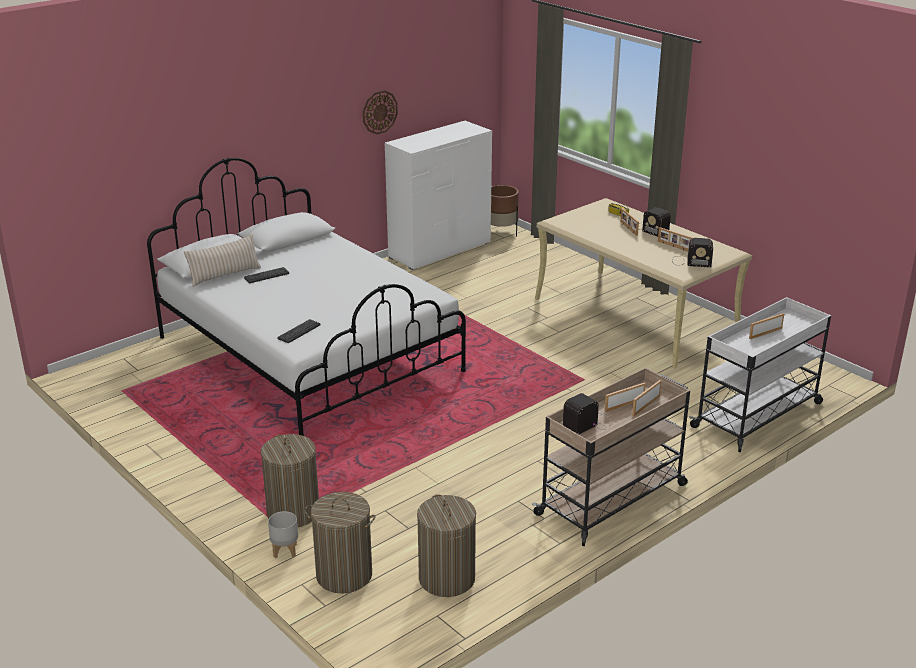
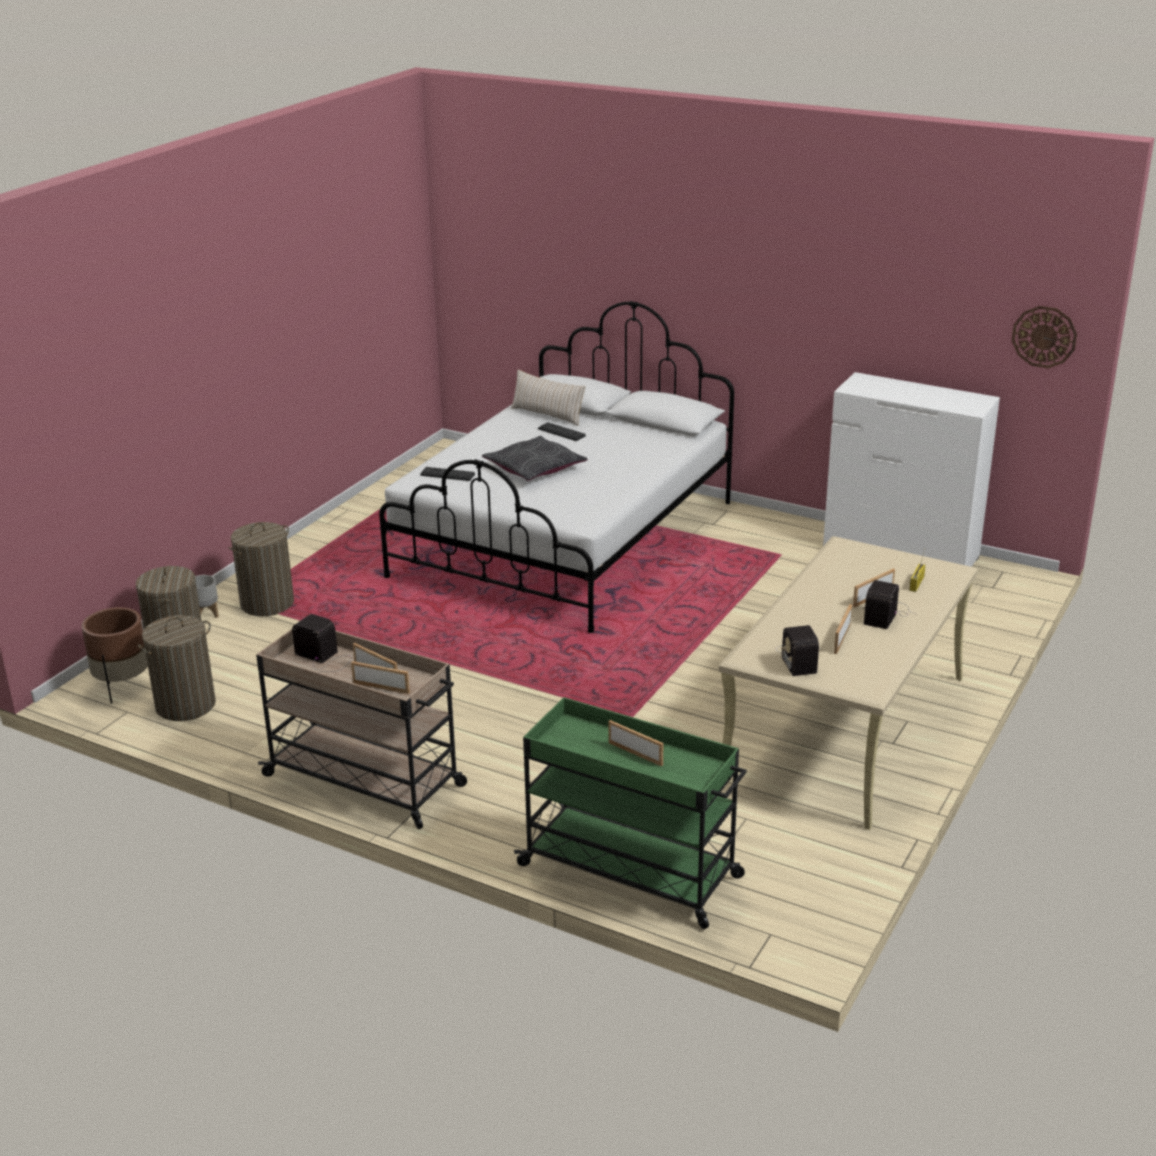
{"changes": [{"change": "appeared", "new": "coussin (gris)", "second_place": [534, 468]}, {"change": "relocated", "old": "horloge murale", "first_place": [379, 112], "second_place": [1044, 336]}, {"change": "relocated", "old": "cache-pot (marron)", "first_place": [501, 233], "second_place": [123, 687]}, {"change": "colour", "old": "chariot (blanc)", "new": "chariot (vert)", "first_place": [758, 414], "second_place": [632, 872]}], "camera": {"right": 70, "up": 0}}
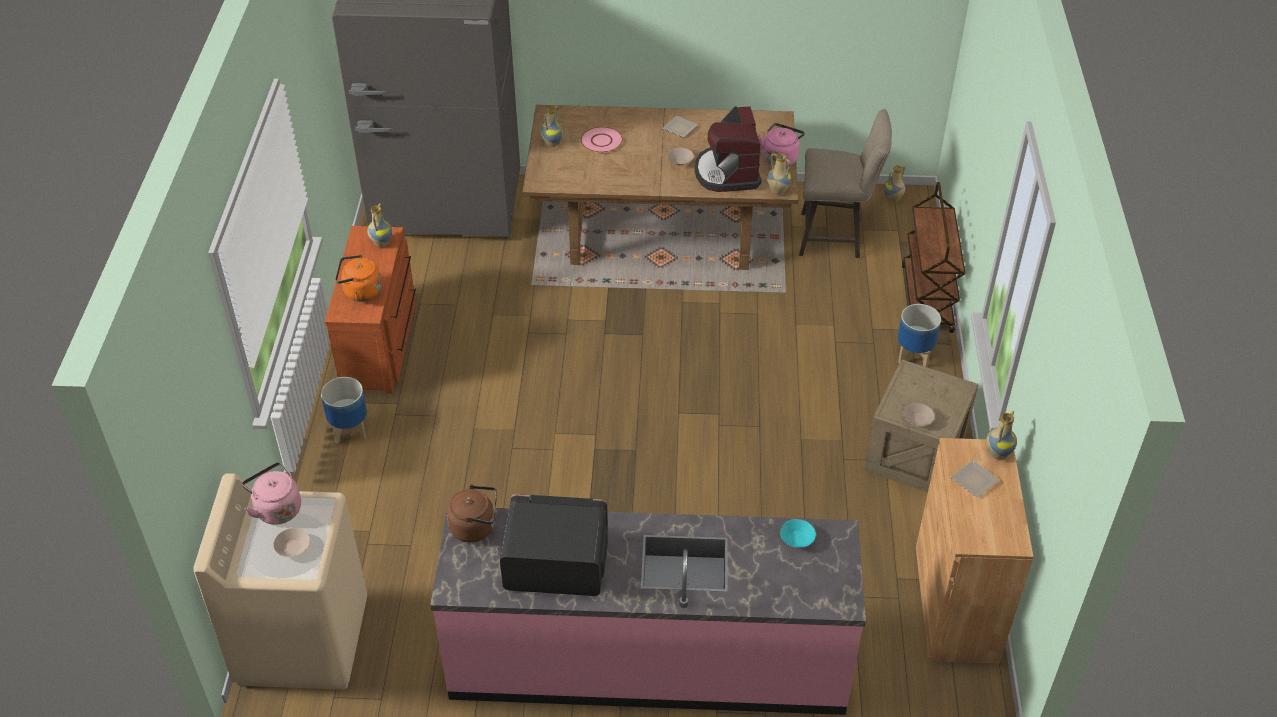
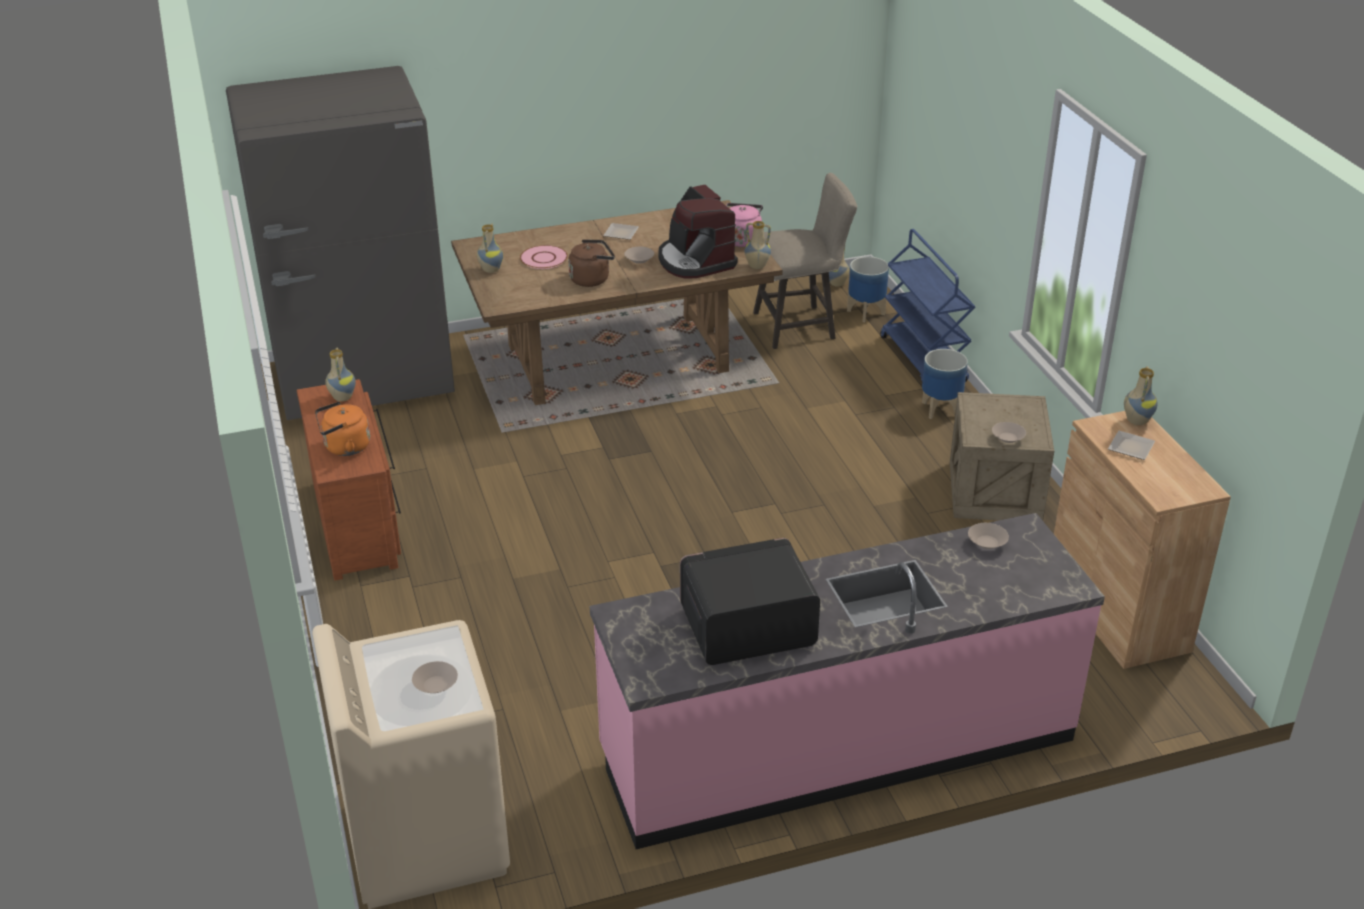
{"changes": [{"change": "missing", "old": "bouilloire (rose)", "first_place": [276, 508]}, {"change": "relocated", "old": "cache-pot", "first_place": [349, 430], "second_place": [865, 313]}, {"change": "relocated", "old": "bouilloire (marron)", "first_place": [476, 527], "second_place": [592, 279]}, {"change": "colour", "old": "bol (turquoise)", "new": "bol (beige)", "first_place": [796, 539], "second_place": [987, 543]}, {"change": "colour", "old": "chariot (marron)", "new": "chariot (bleu)", "first_place": [927, 300], "second_place": [923, 360]}], "camera": {"right": -20, "up": -10}}
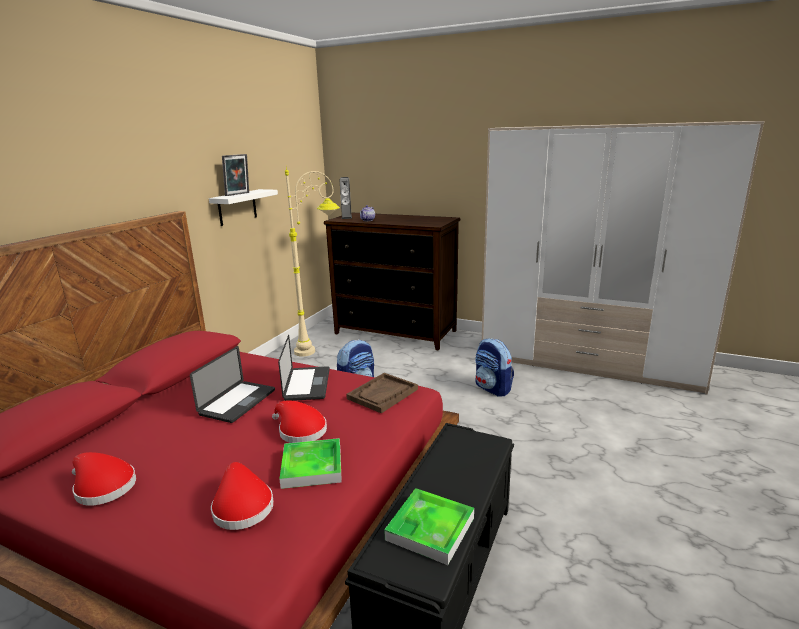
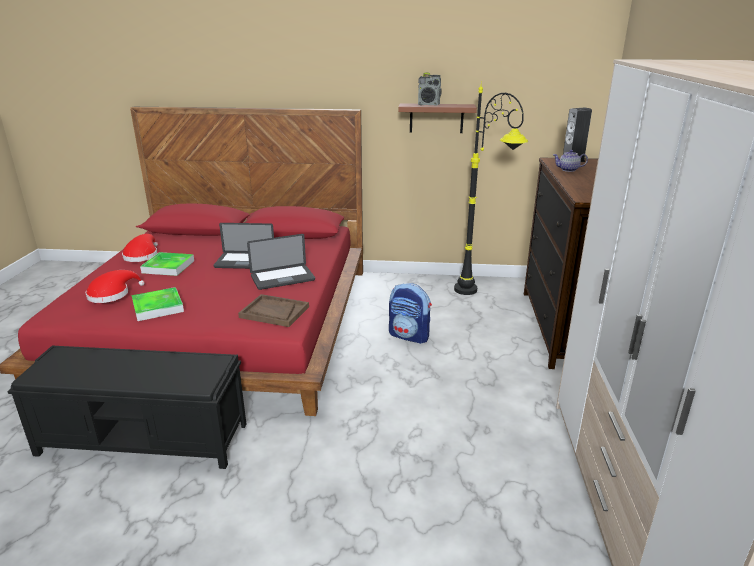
{"changes": [{"change": "missing", "old": "chapeau (rouge)", "first_place": [300, 430]}, {"change": "missing", "old": "sac à dos", "first_place": [493, 388]}, {"change": "relocated", "old": "plateau", "first_place": [430, 529], "second_place": [168, 267]}, {"change": "exchanged", "old": "cadre photo", "new": "radio", "first_place": [238, 194], "second_place": [429, 105]}, {"change": "colour", "old": "étagère (blanc)", "new": "étagère (marron)", "first_place": [237, 207], "second_place": [436, 118]}, {"change": "colour", "old": "lampadaire (beige)", "new": "lampadaire (noir)", "first_place": [322, 348], "second_place": [481, 296]}], "camera": {"right": 70, "up": 5}}
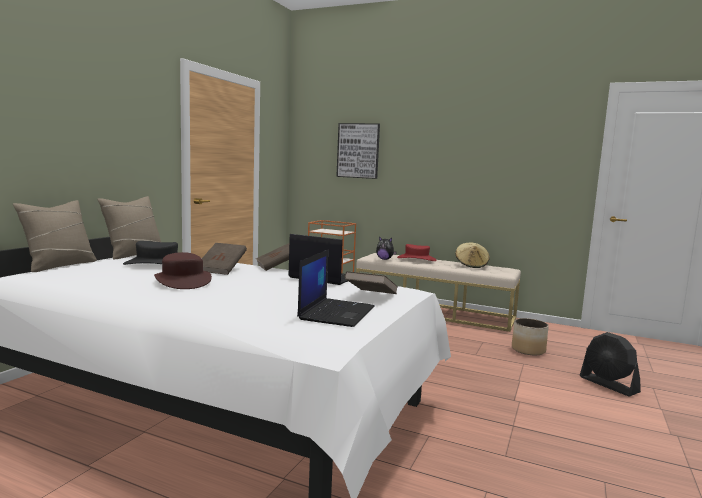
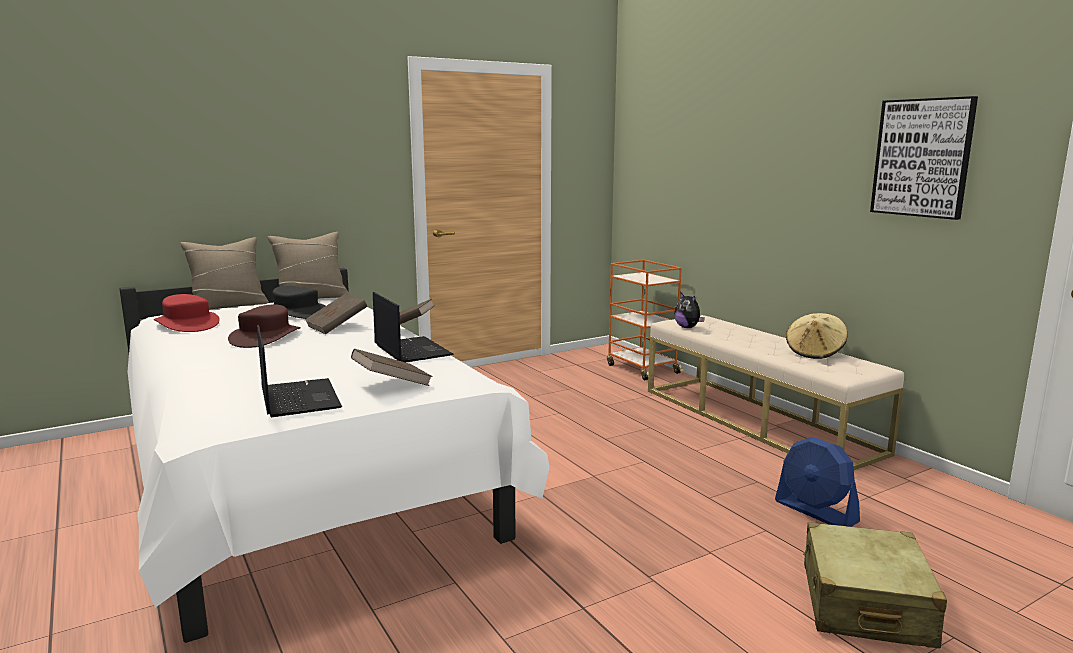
{"changes": [{"change": "relocated", "old": "tableau", "first_place": [358, 150], "second_place": [922, 158]}, {"change": "relocated", "old": "chapeau (rouge)", "first_place": [416, 259], "second_place": [187, 324]}, {"change": "exchanged", "old": "cache-pot", "new": "ventilateur (bleu)", "first_place": [528, 350], "second_place": [816, 512]}, {"change": "exchanged", "old": "ventilateur (noir)", "new": "valise (beige)", "first_place": [608, 385], "second_place": [864, 604]}, {"change": "spun", "old": "ordinateur portable", "first_place": [336, 312], "second_place": [298, 398], "degrees": -75}], "camera": {"right": 35, "up": 5}}
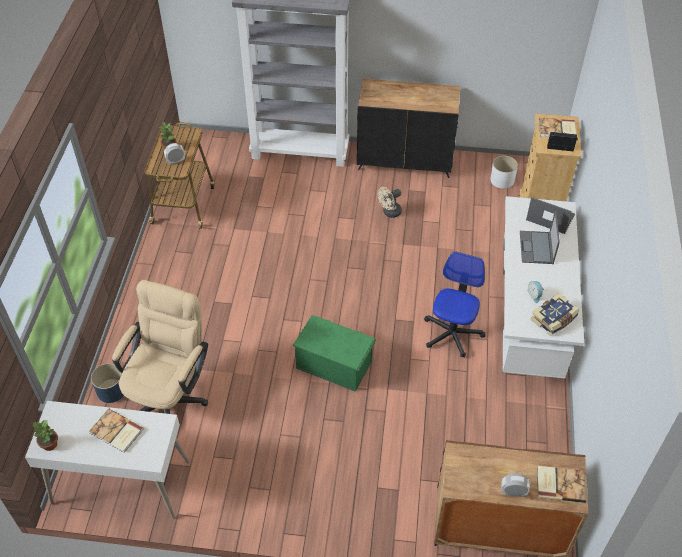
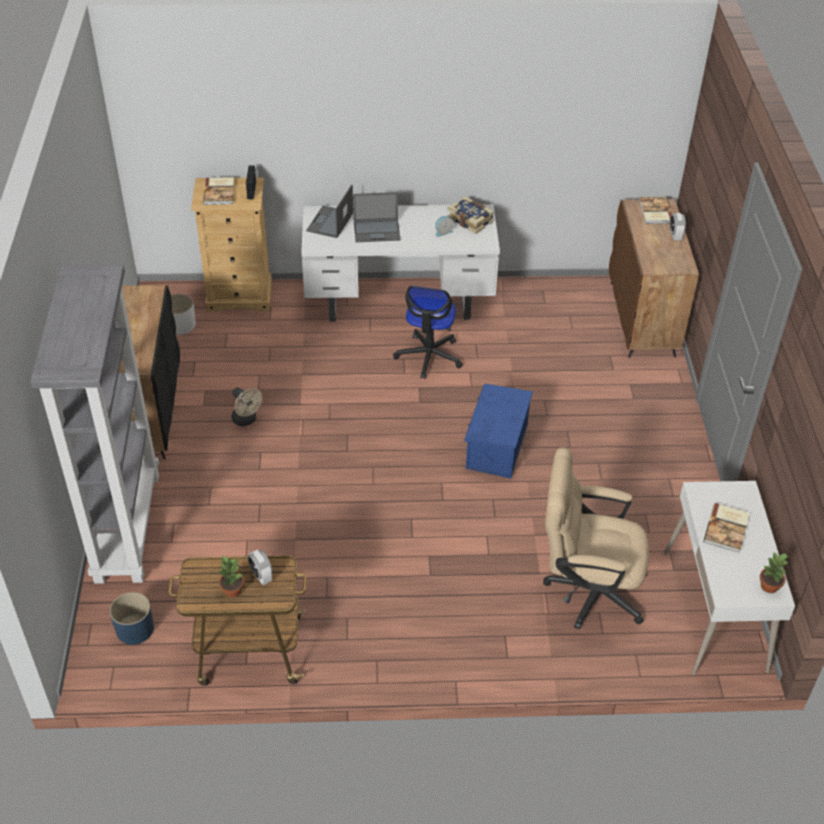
{"changes": [{"change": "relocated", "old": "cache-pot (bleu)", "first_place": [111, 390], "second_place": [134, 629]}, {"change": "colour", "old": "boîte de rangement (vert)", "new": "boîte de rangement (bleu)", "first_place": [334, 363], "second_place": [495, 446]}, {"change": "spun", "old": "chaise de bureau", "first_place": [452, 333], "second_place": [429, 356], "degrees": -90}], "camera": {"right": -100, "up": -5}}
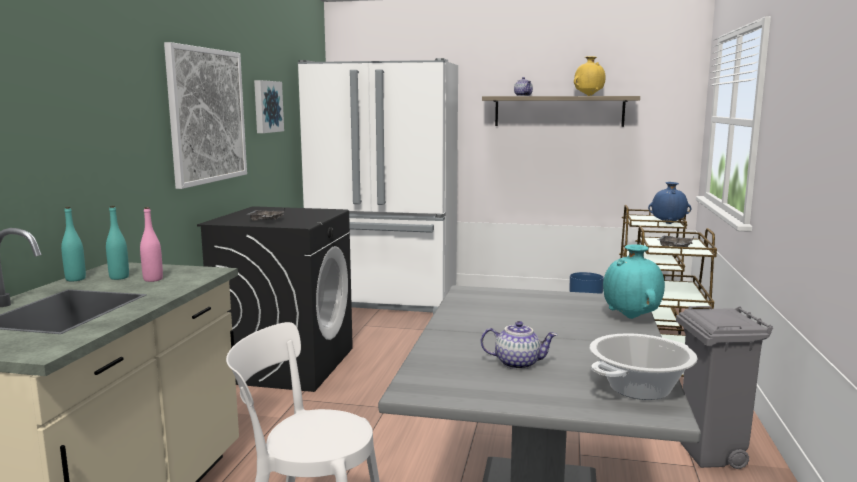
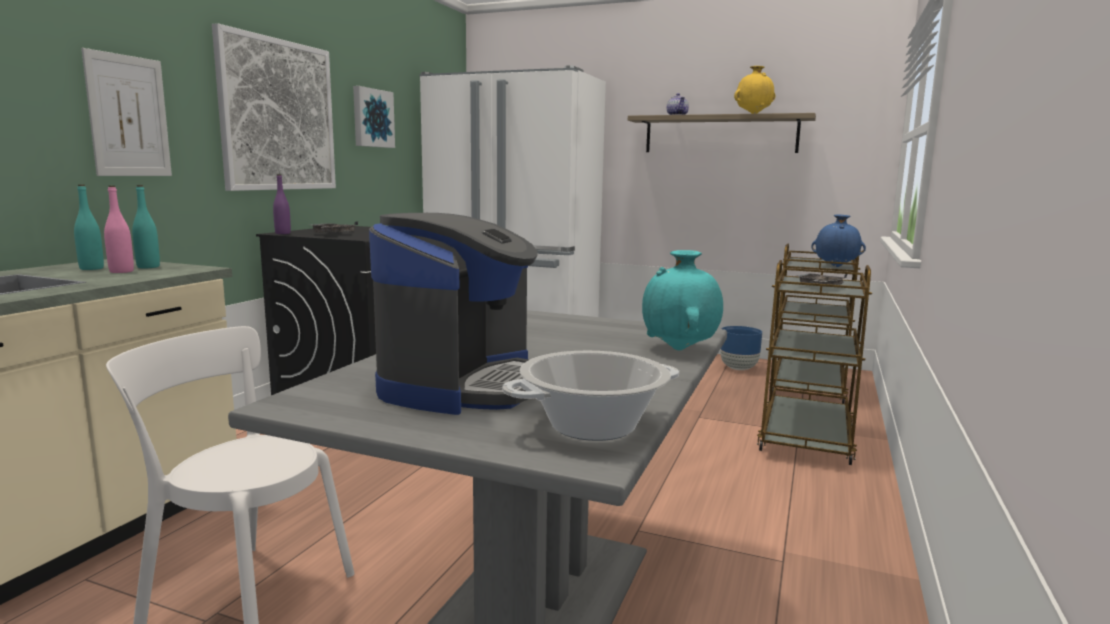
{"changes": [{"change": "missing", "old": "poubelle (gris)", "first_place": [711, 456]}, {"change": "appeared", "new": "tableau", "second_place": [128, 116]}, {"change": "appeared", "new": "bouteille (violet)", "second_place": [283, 233]}, {"change": "relocated", "old": "bouteille (turquoise)", "first_place": [75, 279], "second_place": [148, 267]}, {"change": "exchanged", "old": "théière", "new": "machine à café", "first_place": [518, 363], "second_place": [464, 385]}], "camera": {"right": 10, "up": 0}}
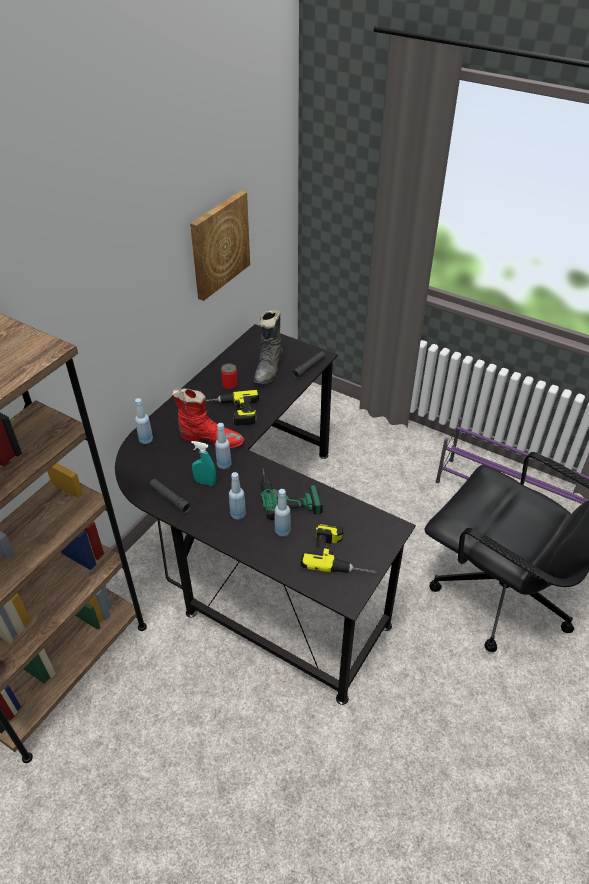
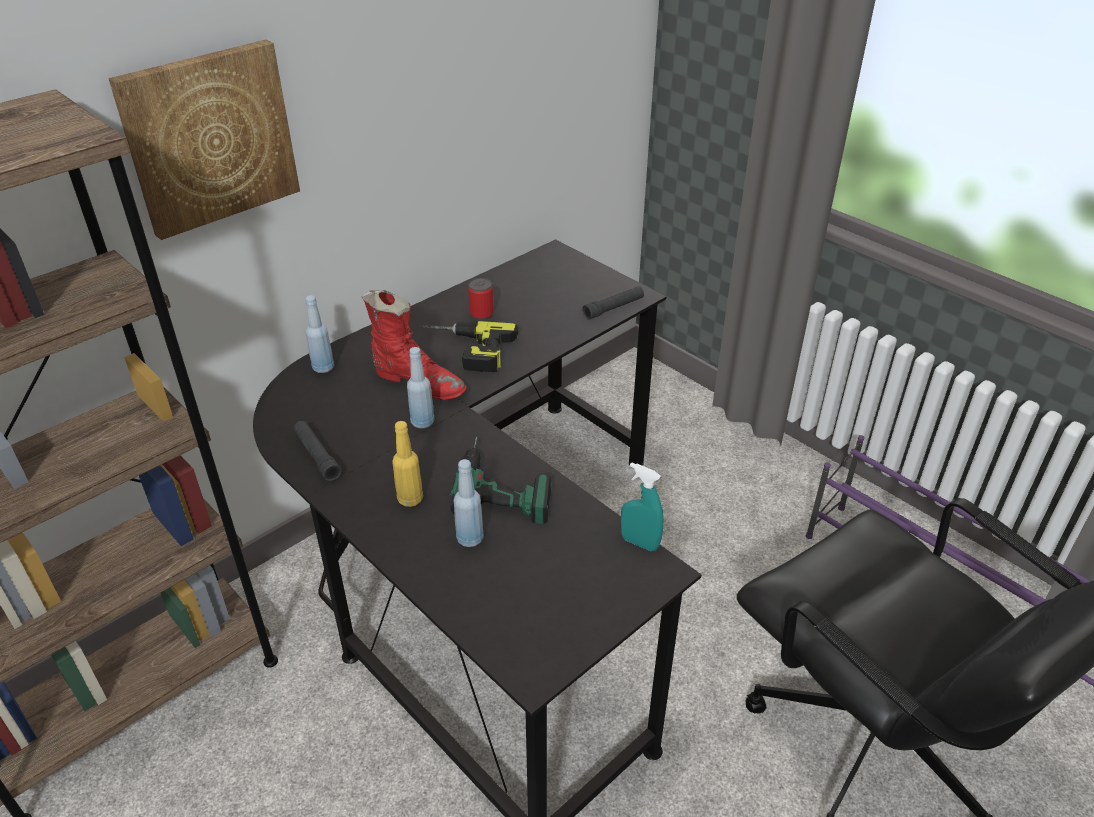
{"changes": [{"change": "missing", "old": "botte (noir)", "first_place": [269, 369]}, {"change": "missing", "old": "perceuse", "first_place": [341, 555]}, {"change": "relocated", "old": "tableau", "first_place": [219, 244], "second_place": [209, 138]}, {"change": "relocated", "old": "vaporisateur (turquoise)", "first_place": [205, 482], "second_place": [639, 542]}, {"change": "colour", "old": "bouteille (bleu)", "new": "bouteille (jaune)", "first_place": [238, 514], "second_place": [410, 499]}], "camera": {"right": 15, "up": -5}}
